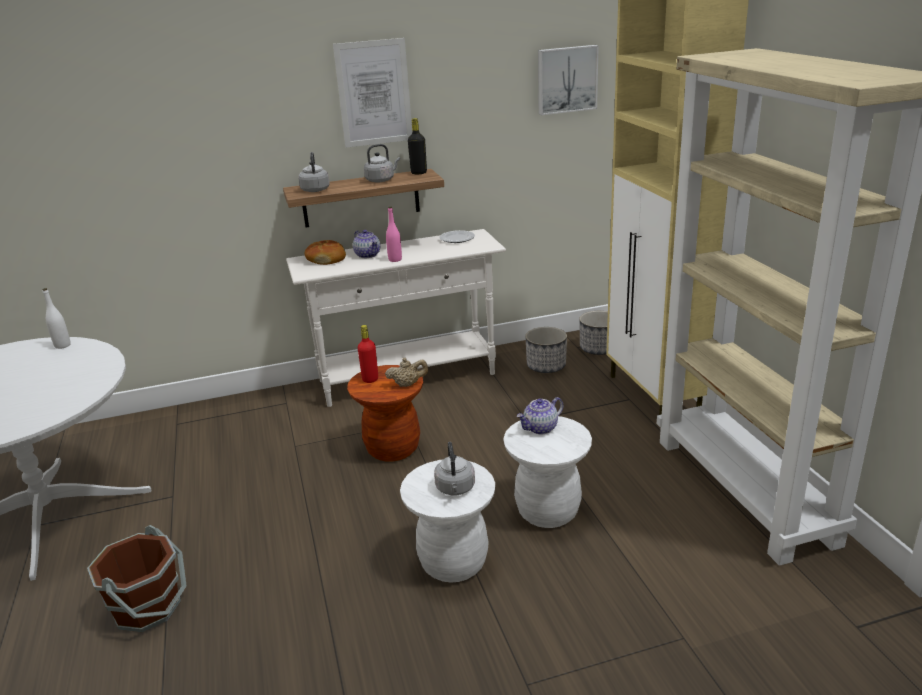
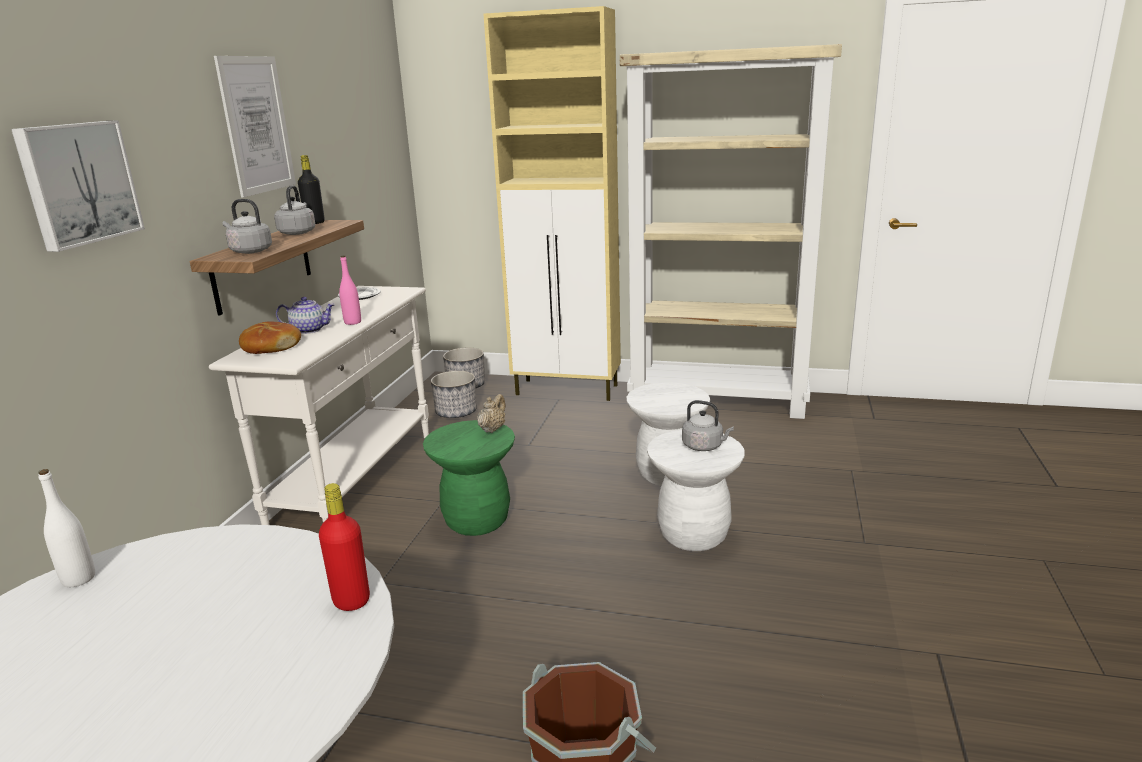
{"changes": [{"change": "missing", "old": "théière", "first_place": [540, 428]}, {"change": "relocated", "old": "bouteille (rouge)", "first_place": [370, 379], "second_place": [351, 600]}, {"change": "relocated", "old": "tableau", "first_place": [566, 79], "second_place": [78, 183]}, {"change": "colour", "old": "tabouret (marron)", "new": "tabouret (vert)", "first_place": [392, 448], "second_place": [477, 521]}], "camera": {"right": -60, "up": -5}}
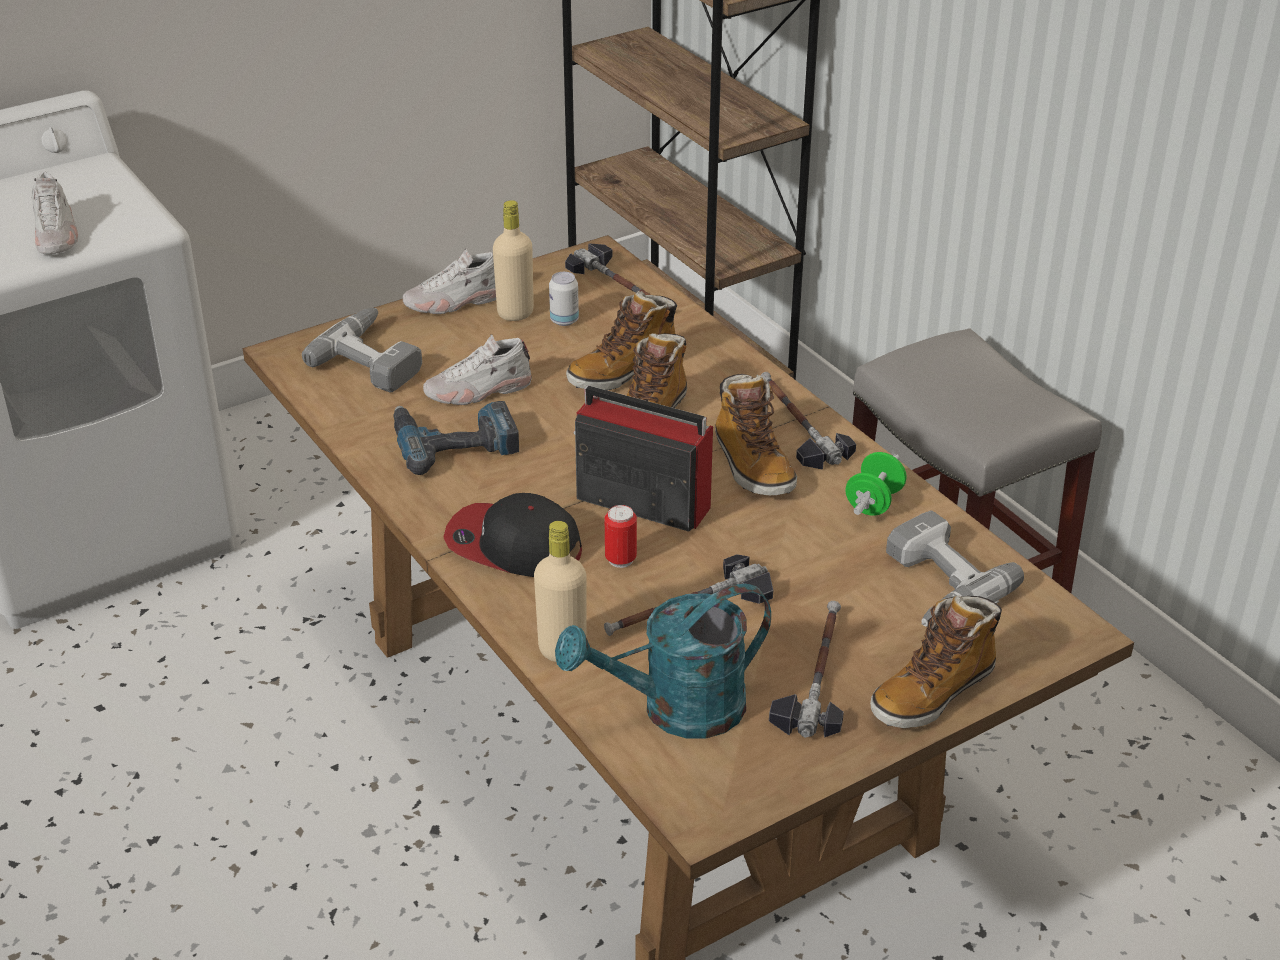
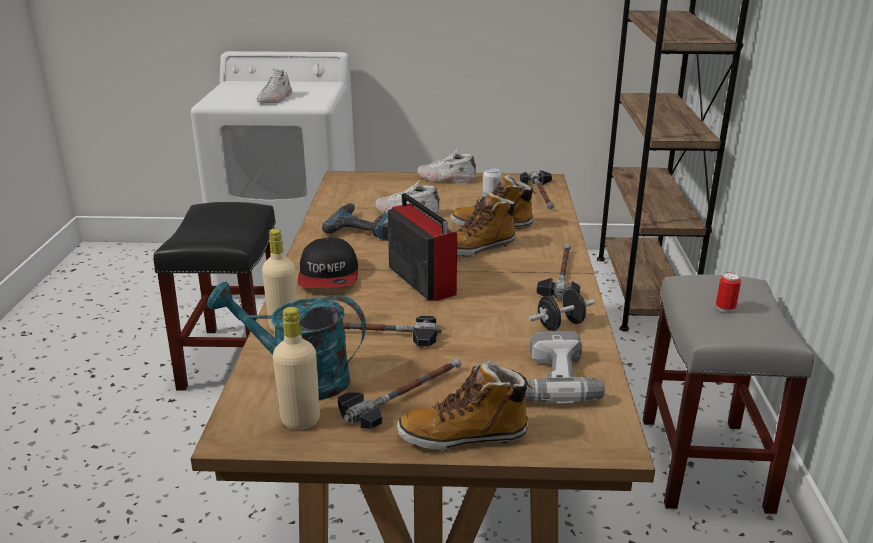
{"changes": [{"change": "missing", "old": "perceuse", "first_place": [376, 358]}, {"change": "missing", "old": "botte", "first_place": [752, 466]}, {"change": "appeared", "new": "tabouret (noir)", "second_place": [234, 358]}, {"change": "relocated", "old": "bouteille (beige)", "first_place": [515, 313], "second_place": [300, 420]}, {"change": "relocated", "old": "boîte métallique", "first_place": [620, 560], "second_place": [725, 308]}, {"change": "colour", "old": "haltère (vert)", "new": "haltère (noir)", "first_place": [874, 502], "second_place": [560, 325]}, {"change": "spun", "old": "casquette", "first_place": [513, 546], "second_place": [329, 276], "degrees": -150}], "camera": {"right": 35, "up": -10}}
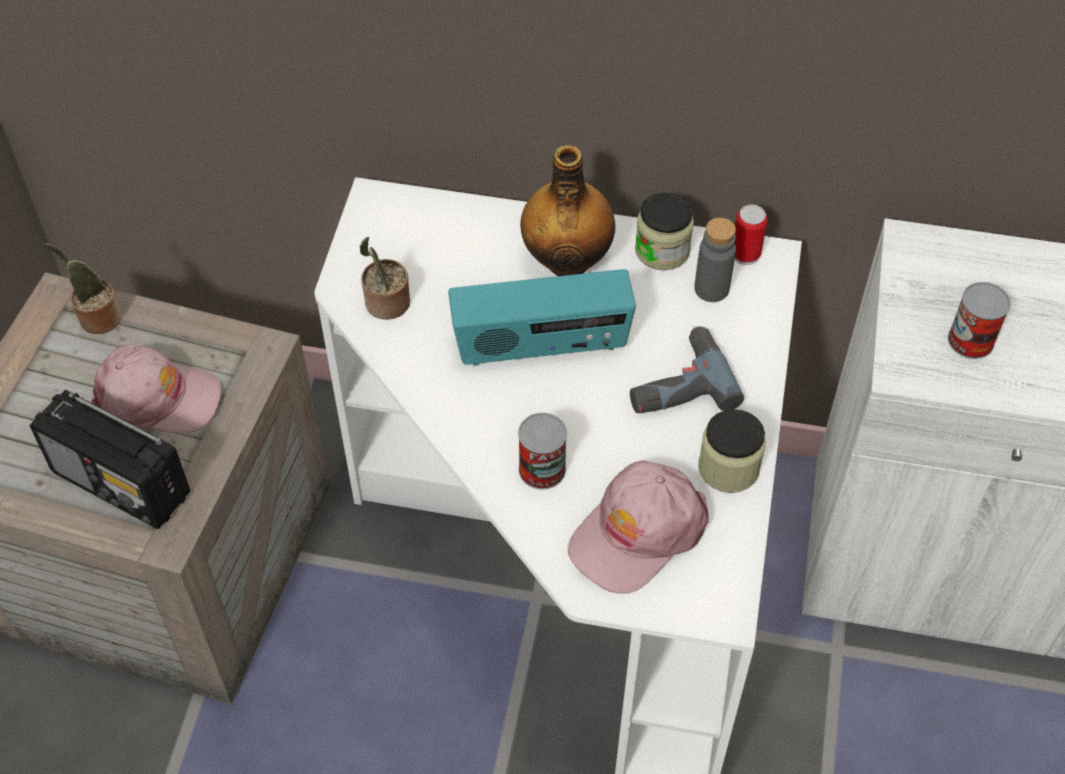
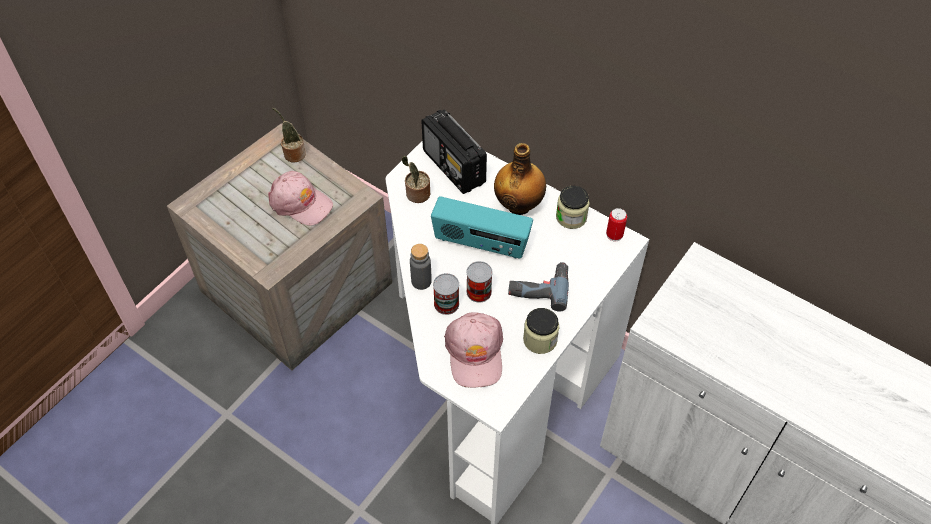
{"changes": [{"change": "relocated", "old": "radio", "first_place": [122, 484], "second_place": [454, 167]}, {"change": "relocated", "old": "bouteille (gris)", "first_place": [711, 289], "second_place": [421, 281]}, {"change": "relocated", "old": "boîte métallique", "first_place": [970, 340], "second_place": [479, 292]}, {"change": "spun", "old": "casquette (rose)", "first_place": [637, 533], "second_place": [475, 353], "degrees": -75}], "camera": {"right": 25, "up": 0}}
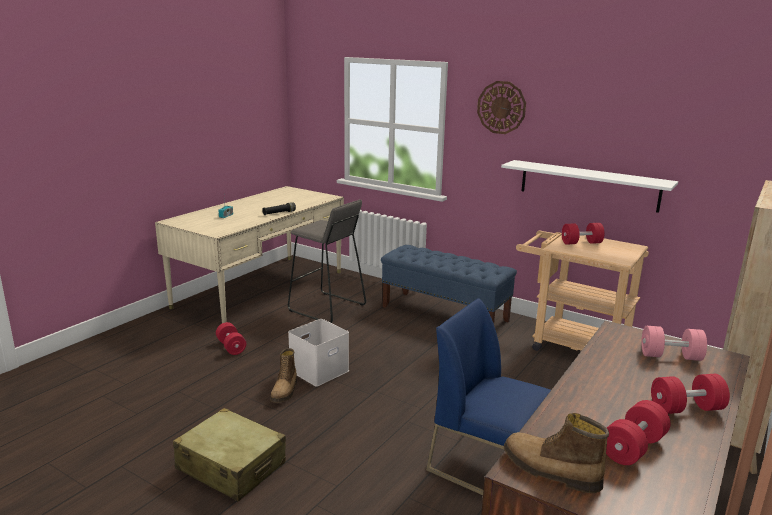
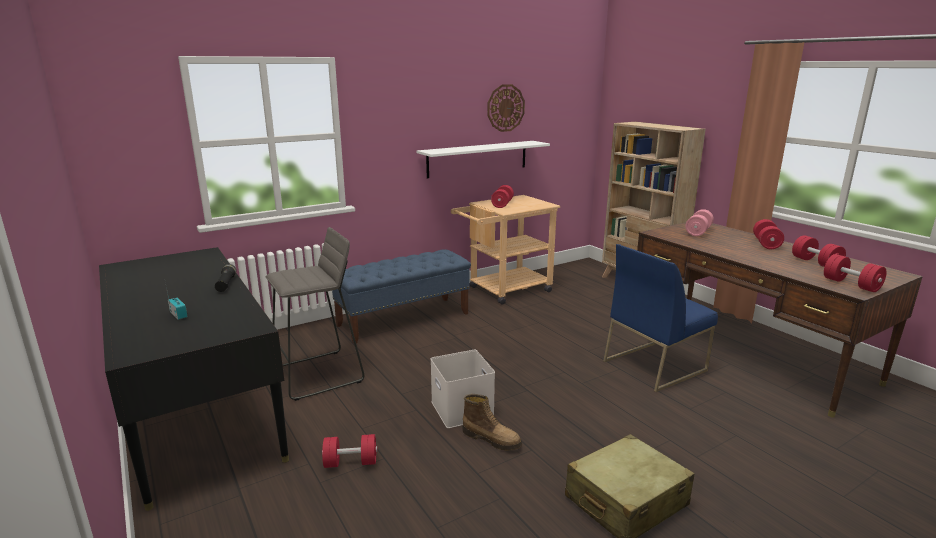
{"changes": [{"change": "relocated", "old": "horloge murale", "first_place": [501, 107], "second_place": [505, 108]}, {"change": "exchanged", "old": "botte", "new": "haltère (rouge)", "first_place": [550, 471], "second_place": [851, 284]}, {"change": "colour", "old": "bureau (beige)", "new": "bureau (noir)", "first_place": [261, 289], "second_place": [197, 410]}], "camera": {"right": -65, "up": 0}}
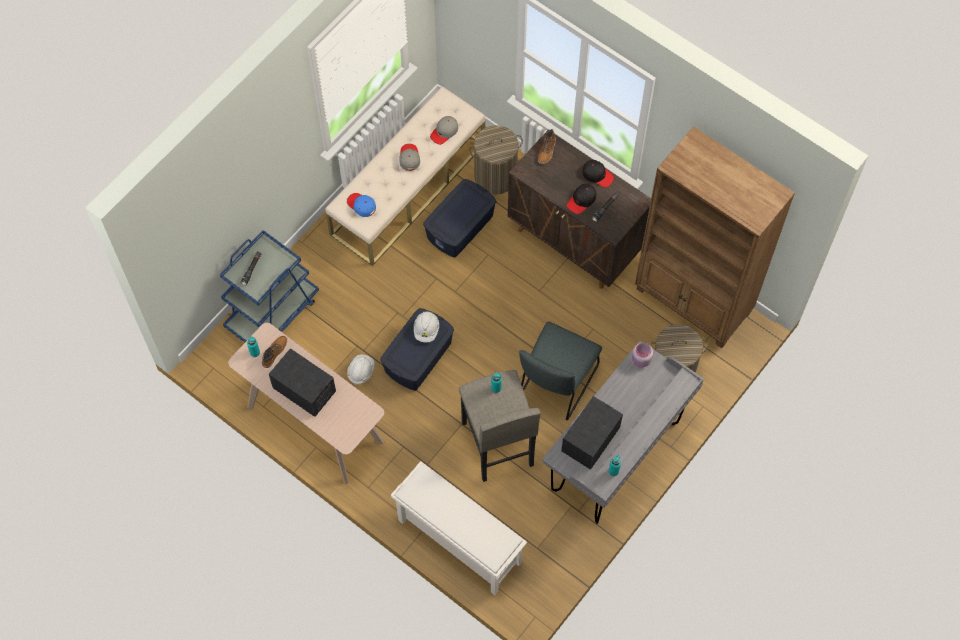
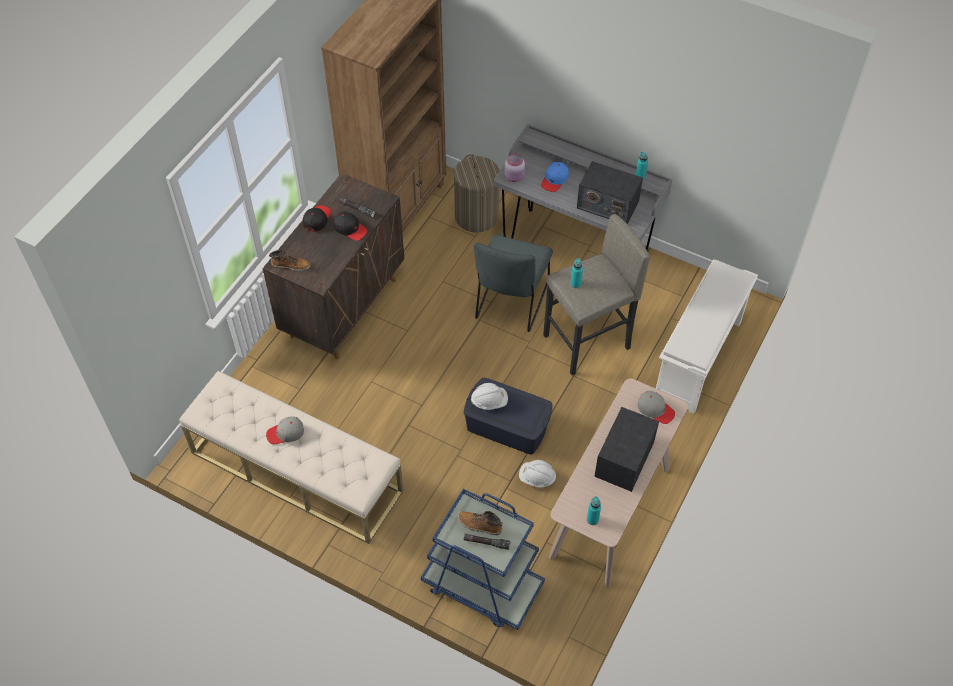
{"changes": [{"change": "missing", "old": "boîte de rangement (bleu)", "first_place": [460, 227]}, {"change": "missing", "old": "panier à linge", "first_place": [495, 176]}, {"change": "relocated", "old": "botte", "first_place": [274, 352], "second_place": [479, 525]}, {"change": "relocated", "old": "casquette (bleu)", "first_place": [361, 205], "second_place": [555, 180]}, {"change": "relocated", "old": "casquette (gris)", "first_place": [444, 132], "second_place": [655, 409]}, {"change": "spun", "old": "chaise (gris)", "first_place": [556, 384], "second_place": [510, 303], "degrees": 90}], "camera": {"right": -100, "up": -10}}
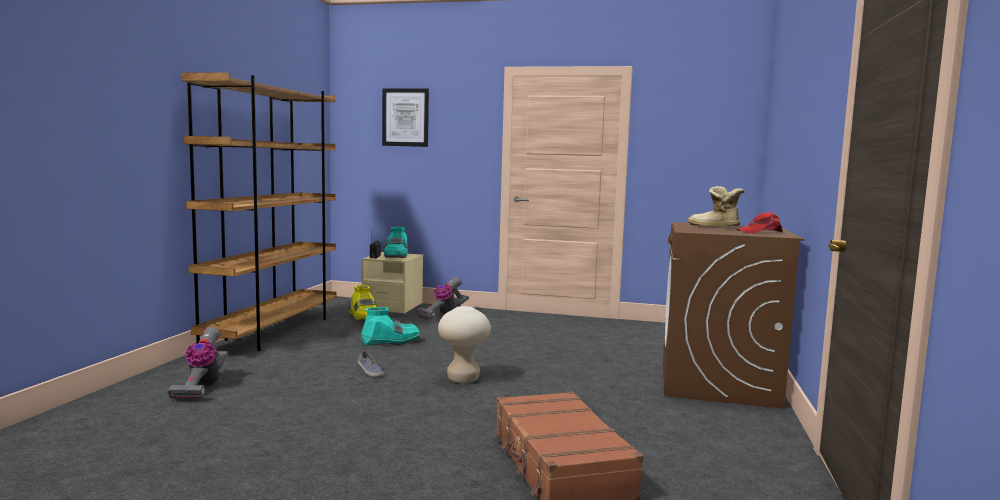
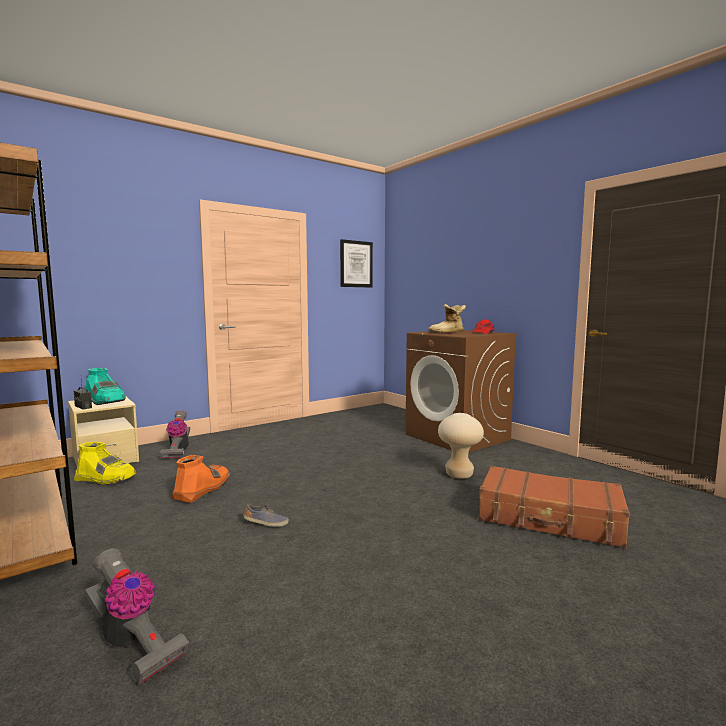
{"changes": [{"change": "relocated", "old": "tableau", "first_place": [405, 117], "second_place": [356, 264]}, {"change": "relocated", "old": "tabouret (beige)", "first_place": [463, 379], "second_place": [459, 475]}, {"change": "colour", "old": "botte (turquoise)", "new": "botte (orange)", "first_place": [391, 341], "second_place": [202, 490]}], "camera": {"right": -50, "up": 0}}
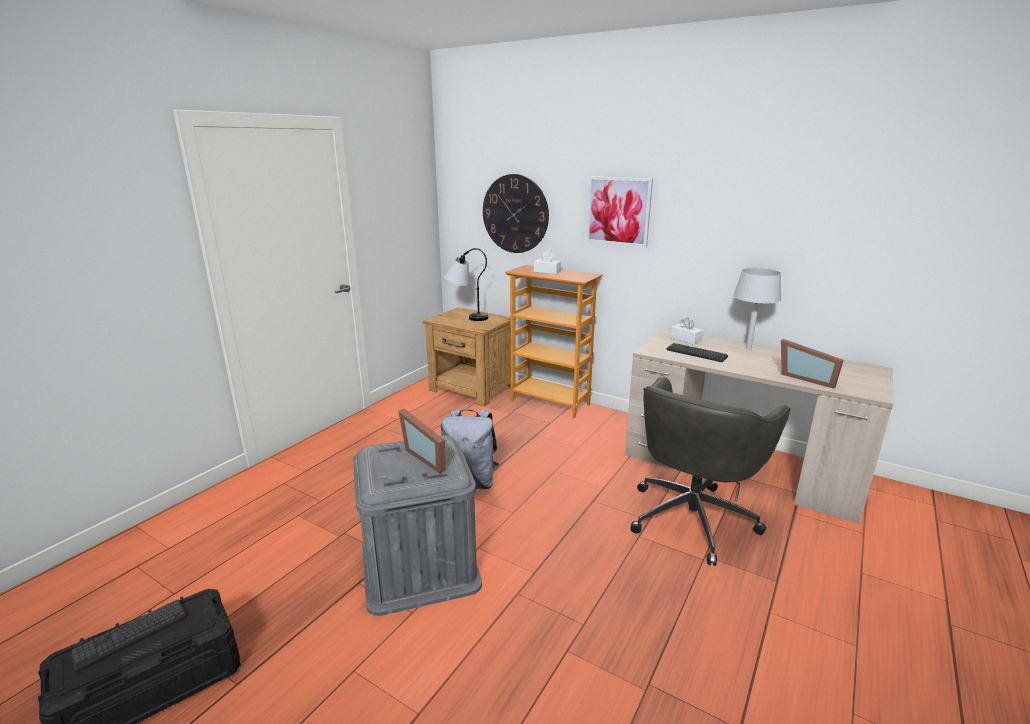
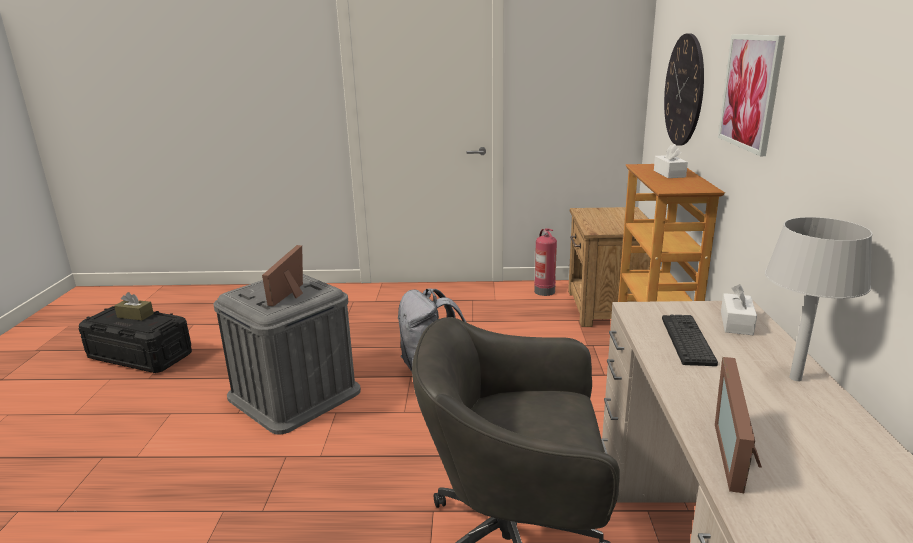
{"changes": [{"change": "missing", "old": "lampe de table", "first_place": [466, 316]}, {"change": "appeared", "new": "extincteur", "second_place": [543, 291]}, {"change": "exchanged", "old": "clavier", "new": "boîte à mouchoirs (marron)", "first_place": [131, 634], "second_place": [135, 315]}], "camera": {"right": 60, "up": 0}}
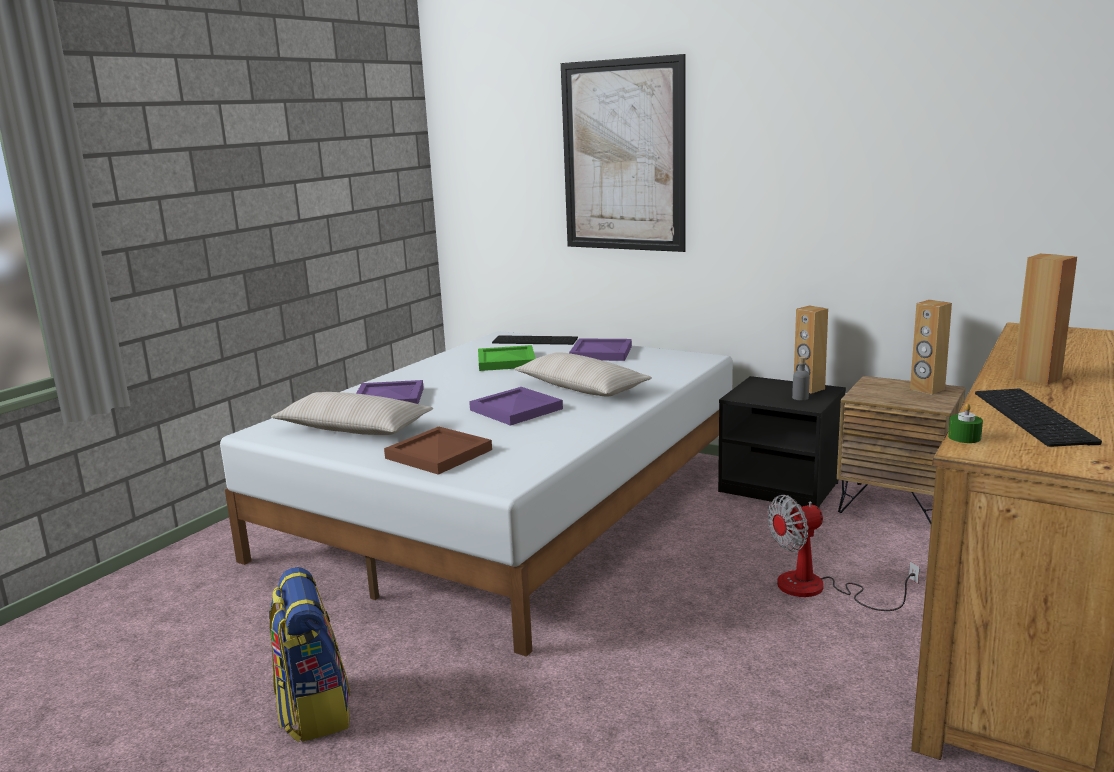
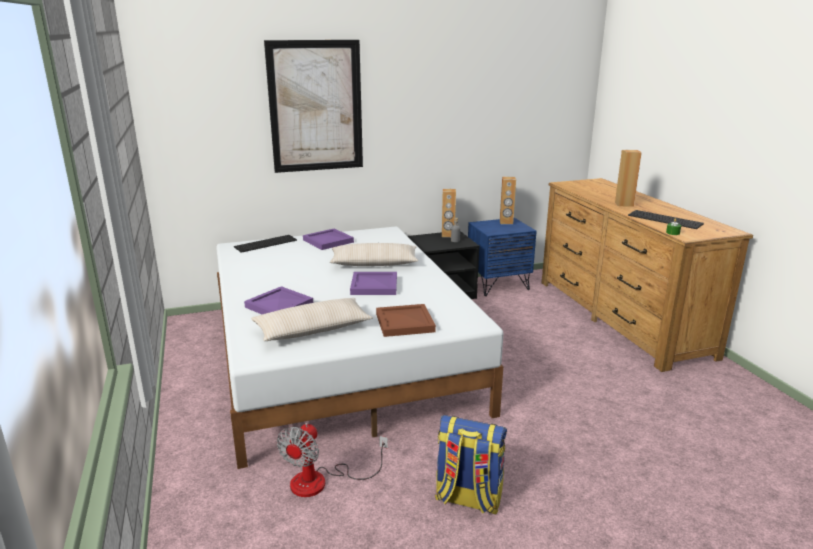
{"changes": [{"change": "missing", "old": "plateau (vert)", "first_place": [505, 361]}, {"change": "relocated", "old": "ventilateur", "first_place": [818, 589], "second_place": [321, 481]}, {"change": "colour", "old": "table de chevet (marron)", "new": "table de chevet (bleu)", "first_place": [895, 506], "second_place": [498, 285]}], "camera": {"right": -50, "up": 5}}
